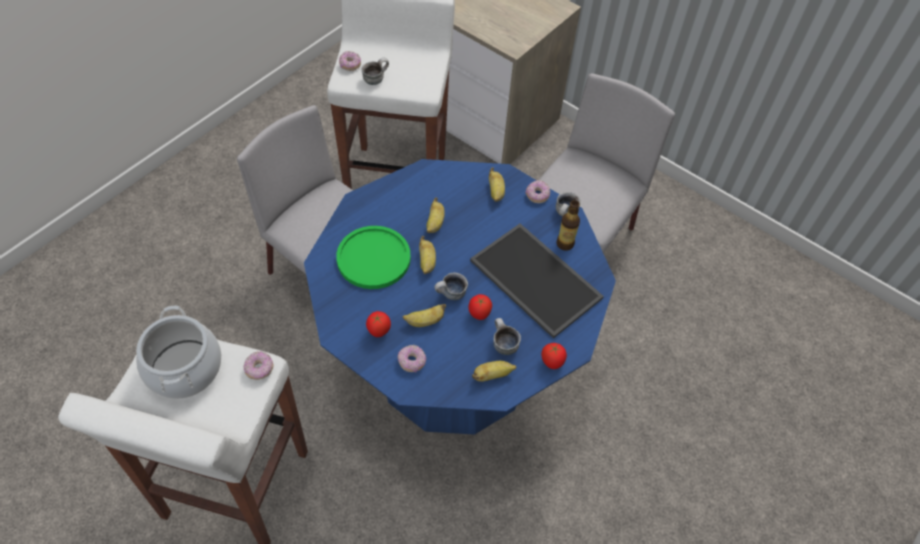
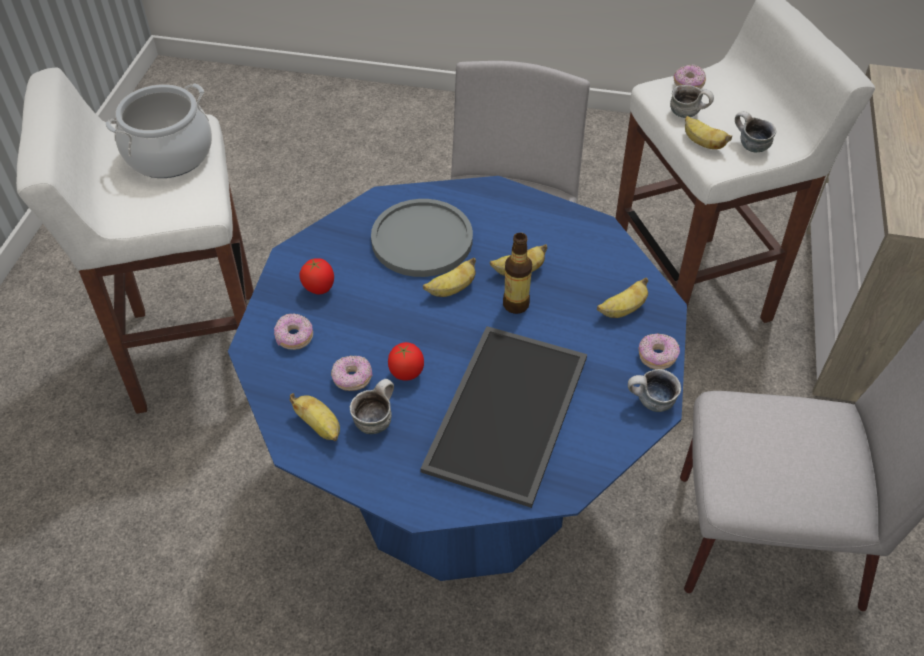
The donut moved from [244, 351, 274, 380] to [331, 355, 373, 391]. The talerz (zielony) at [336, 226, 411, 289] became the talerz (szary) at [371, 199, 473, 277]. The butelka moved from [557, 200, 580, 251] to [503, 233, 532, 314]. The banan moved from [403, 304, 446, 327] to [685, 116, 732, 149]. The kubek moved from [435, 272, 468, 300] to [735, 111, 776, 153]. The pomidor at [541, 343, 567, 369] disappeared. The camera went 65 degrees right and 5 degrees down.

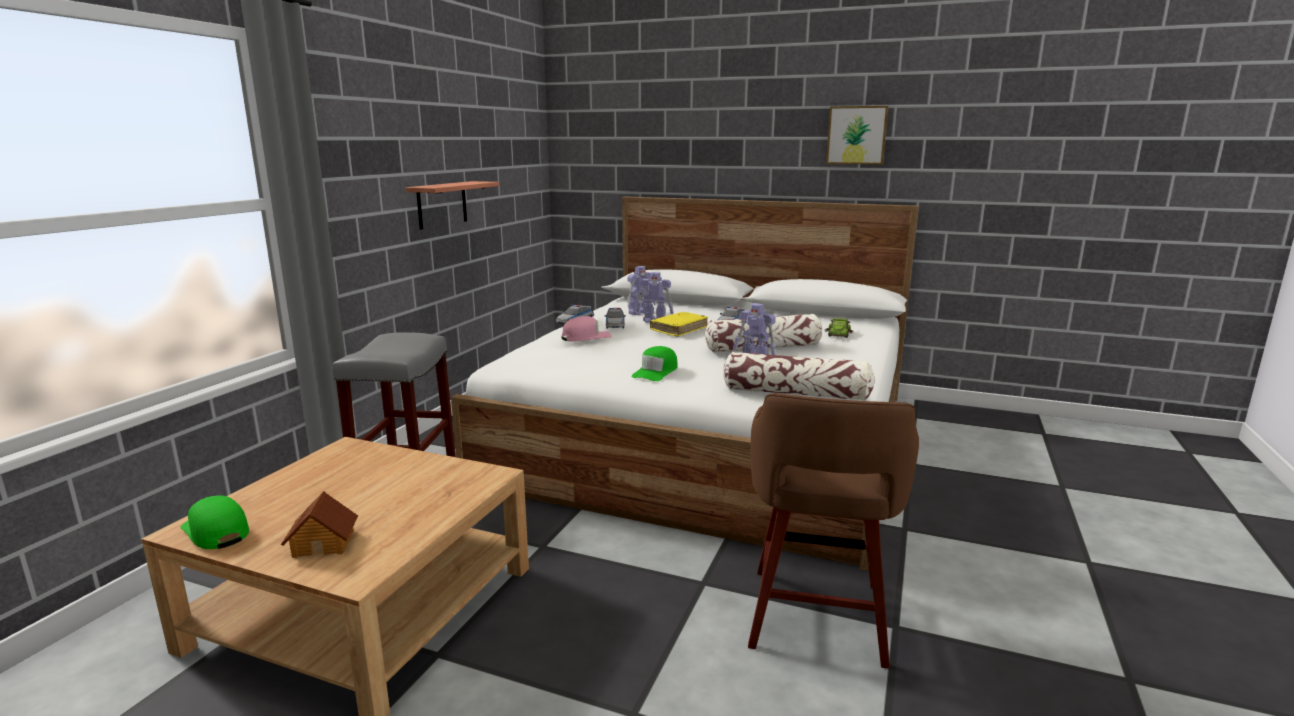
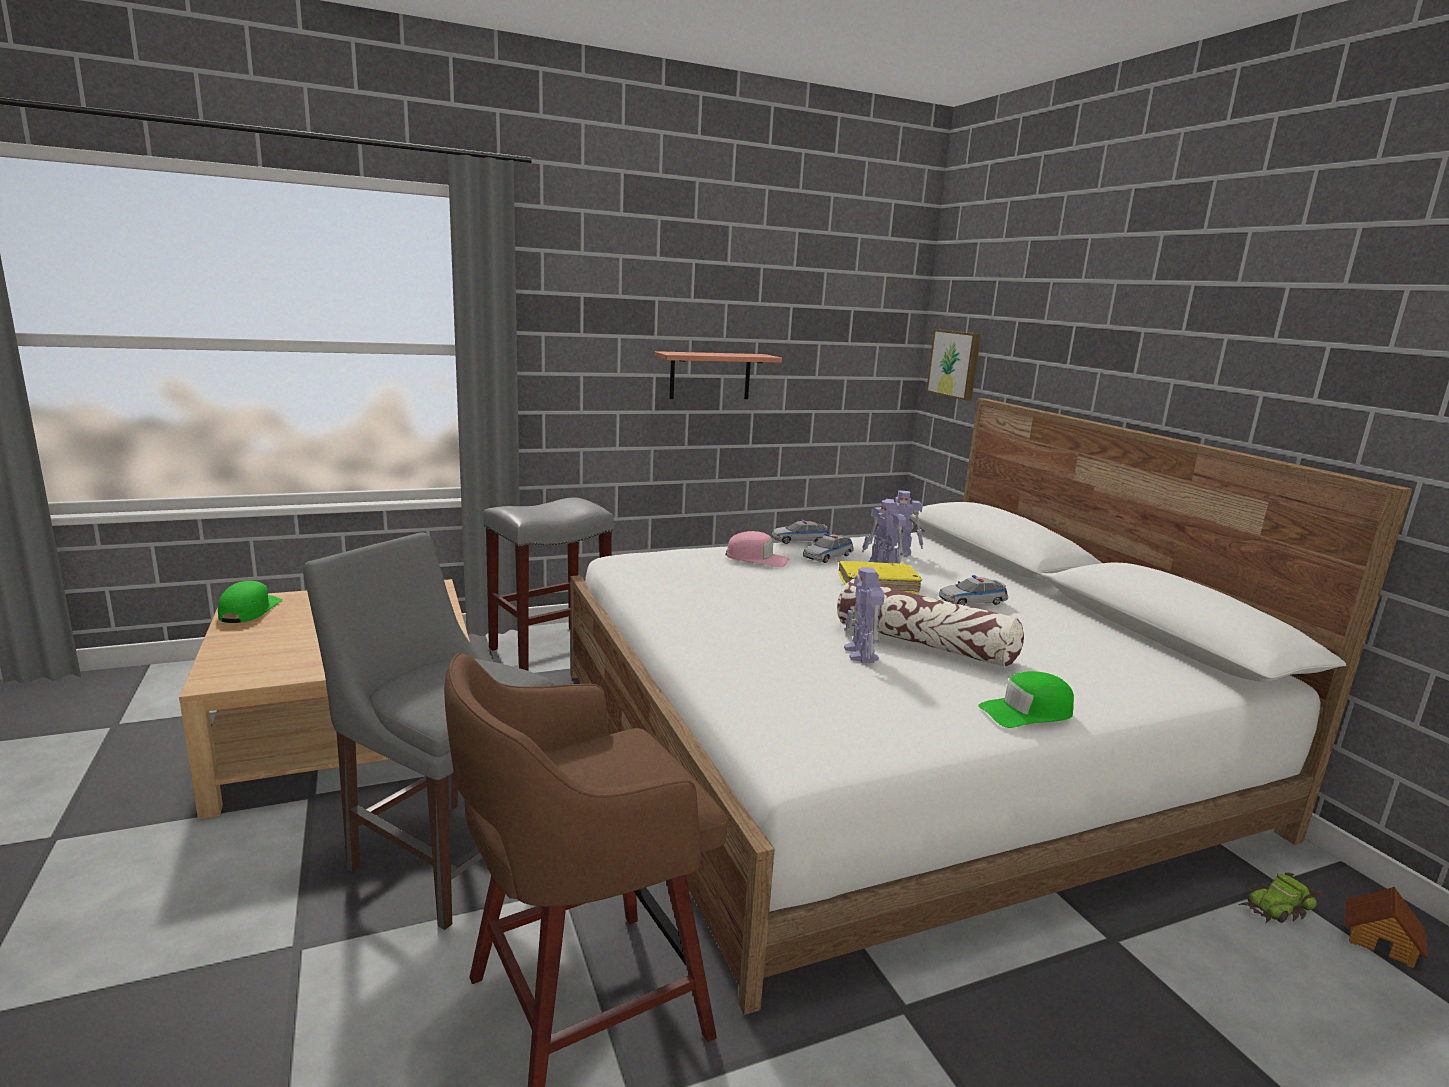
The krzesło (szary) at [303, 532, 554, 930] appeared. The obraz moved from [826, 106, 889, 164] to [926, 329, 981, 400]. The czapka z daszkiem (zielony) moved from [632, 346, 678, 381] to [978, 671, 1074, 728]. The samochodzik moved from [825, 318, 854, 338] to [1238, 872, 1323, 923]. The domek moved from [281, 491, 358, 558] to [1345, 887, 1428, 968]. The poduszka at [723, 352, 875, 401] disappeared. The camera went 45 degrees right and 0 degrees up.

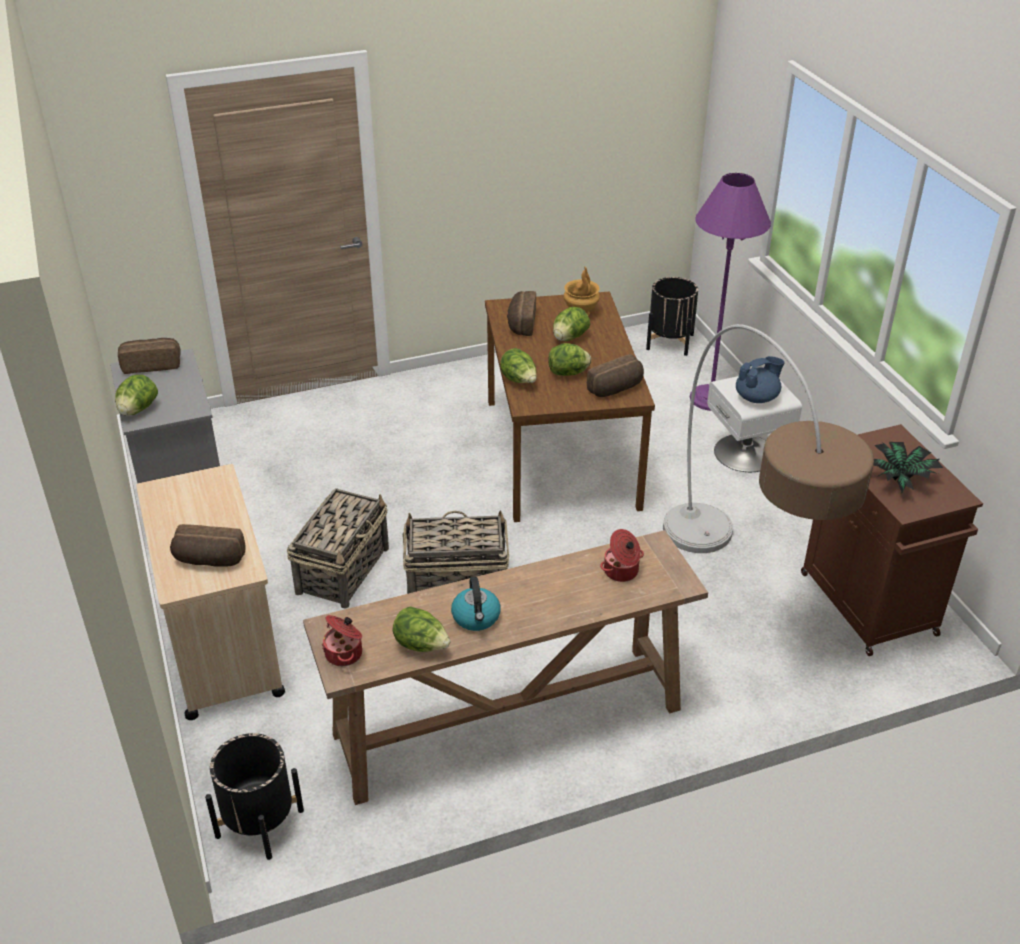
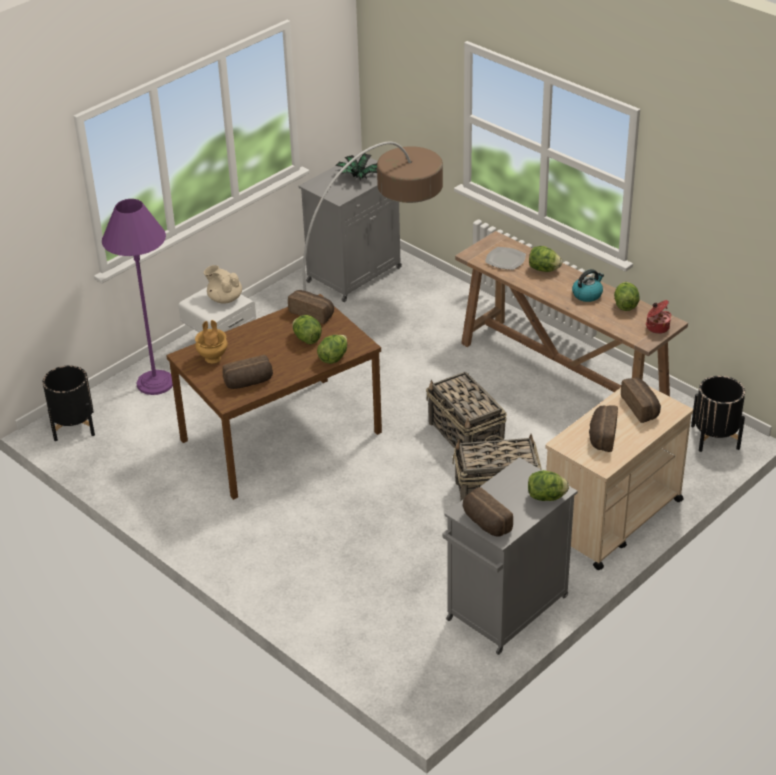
The imbryk (niebieski) at [736, 356, 785, 403] became the imbryk (beżowy) at [204, 265, 242, 304]. The szafka (brązowy) at [801, 424, 983, 656] became the szafka (szary) at [299, 154, 402, 302]. The garnek at [600, 529, 644, 582] was replaced by the talerz at [485, 247, 526, 270]. The sałata moved from [553, 307, 590, 341] to [529, 246, 562, 272]. The chleb at [589, 405, 618, 452] appeared. The camera went 115 degrees left and 0 degrees up.

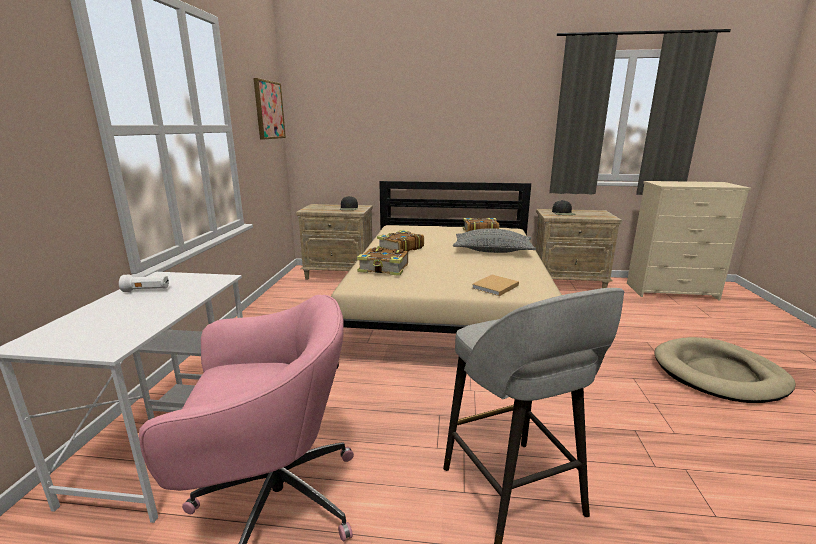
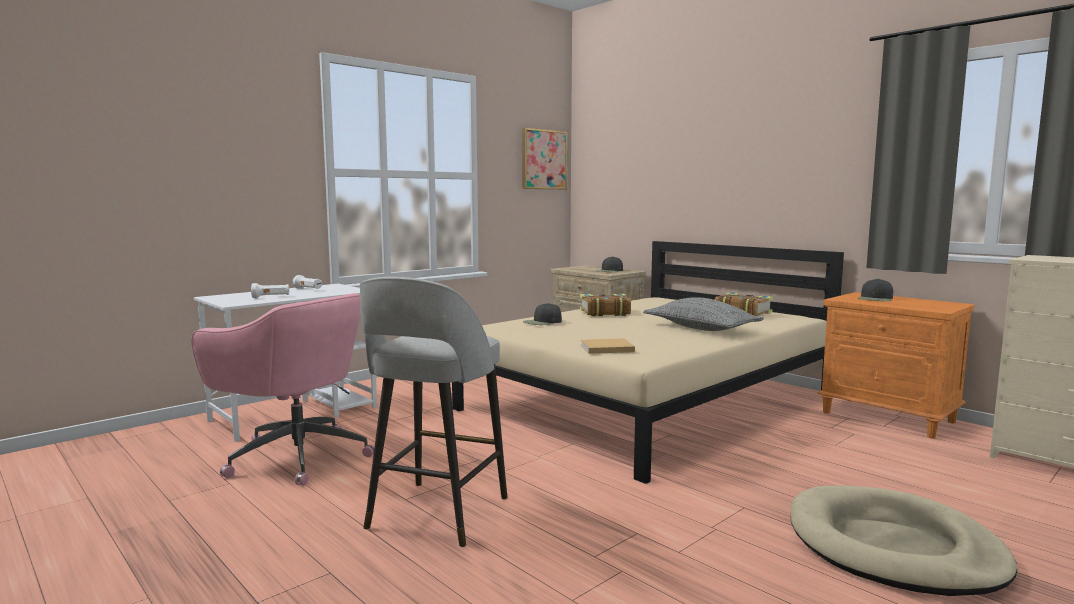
The latarka (biały) at [251, 283, 289, 298] appeared. The książka at [357, 248, 408, 276] was replaced by the czapka z daszkiem (czarny) at [523, 303, 562, 325]. The szafka nocna (beżowy) at [535, 209, 622, 288] became the szafka nocna (pomarańczowy) at [817, 292, 974, 439]. The camera went 40 degrees right and 10 degrees down.

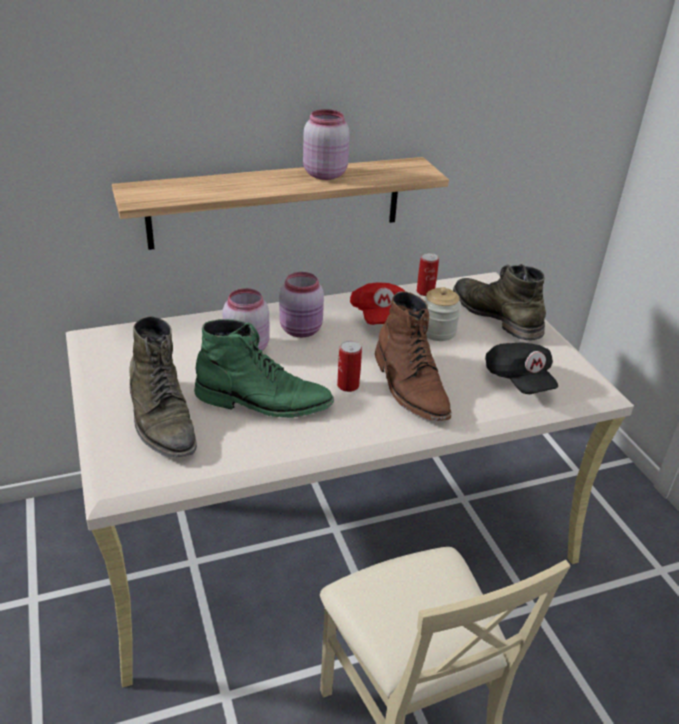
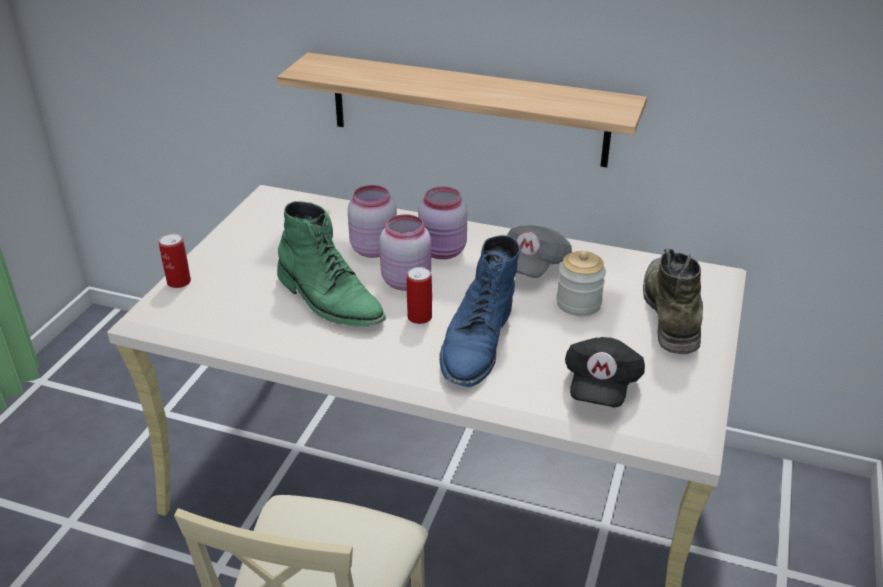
The puszka moved from [417, 253, 439, 296] to [159, 234, 191, 288]. The słoik (różowy) moved from [303, 109, 350, 180] to [379, 214, 431, 291]. The but z cholewką (brązowy) at [375, 291, 451, 421] became the but z cholewką (niebieski) at [439, 235, 520, 387]. The czapka z daszkiem (czerwony) at [350, 282, 405, 325] became the czapka z daszkiem (szary) at [507, 225, 572, 278]. The but z cholewką (zielony) at [129, 316, 197, 457] disappeared. The camera went 40 degrees right and 0 degrees up.

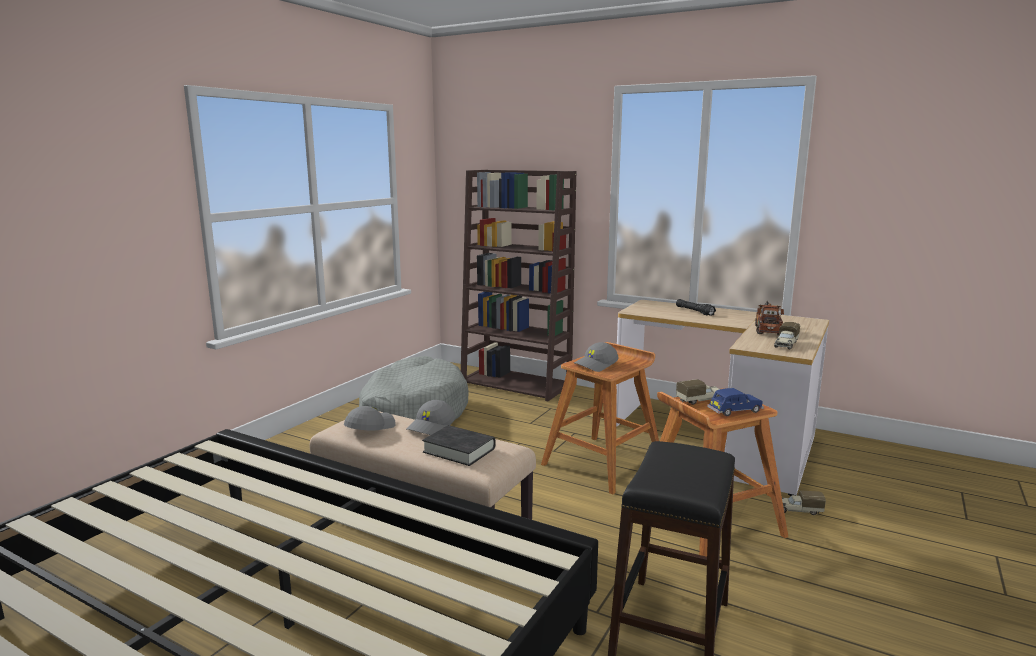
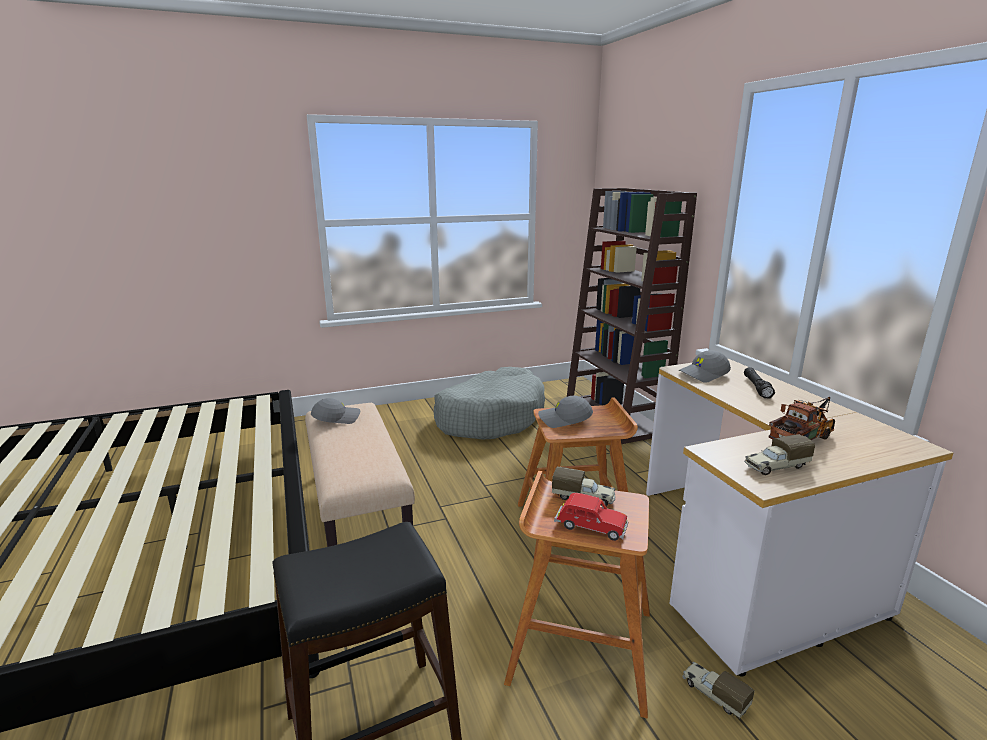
The samochodzik (niebieski) at [707, 388, 764, 416] became the samochodzik (czerwony) at [554, 493, 628, 541]. The czapka z daszkiem (szary) moved from [407, 400, 455, 435] to [679, 350, 731, 383]. The książka (czarny) at [422, 425, 495, 466] disappeared. The camera went 40 degrees right and 5 degrees up.

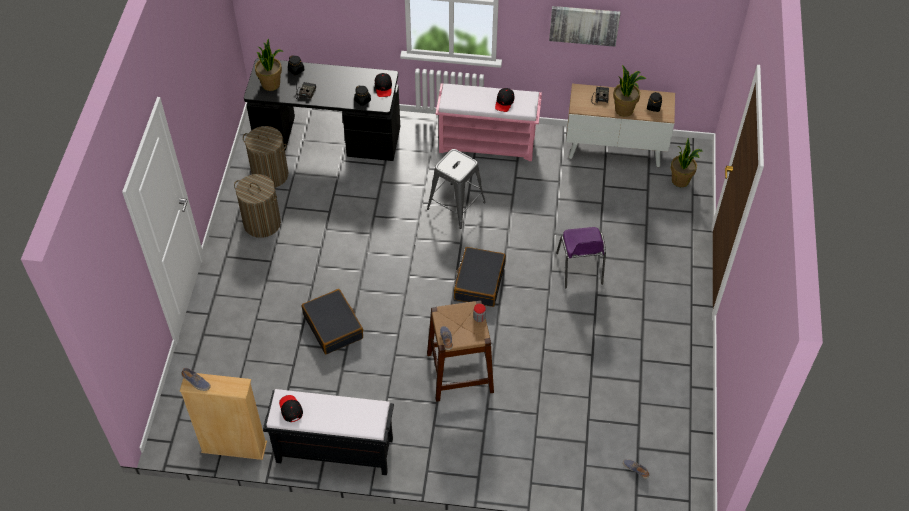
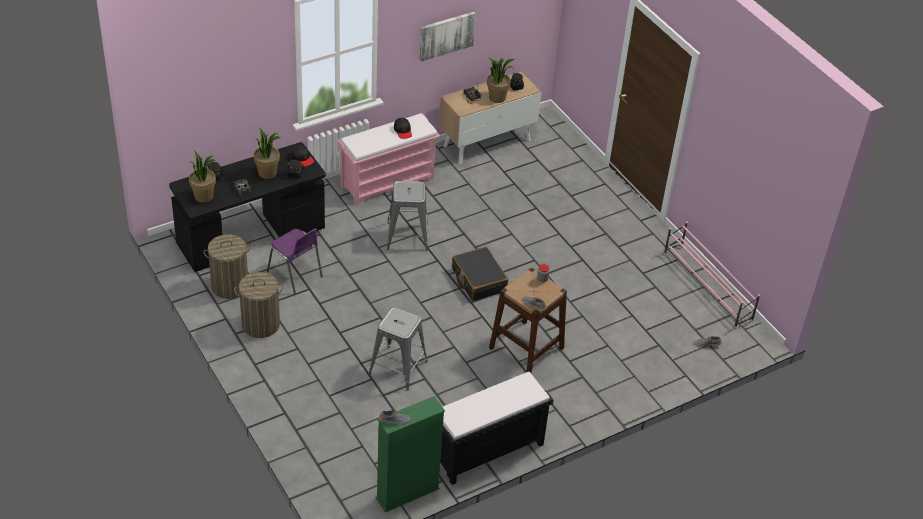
The roślina doniczkowa moved from [671, 138, 702, 187] to [254, 127, 281, 179]. The krzesło (fioletowy) moved from [556, 227, 606, 288] to [267, 228, 323, 294]. The walizka (czarny) at [302, 289, 363, 354] was replaced by the stołek (szary) at [368, 307, 428, 391]. The regał (beżowy) at [180, 373, 267, 460] became the regał (zielony) at [375, 396, 445, 512]. The regał na buty (różowy) at [664, 221, 760, 328] appeared. The czapka z daszkiem (czarny) at [279, 395, 303, 422] disappeared. The camera went 40 degrees left and 10 degrees down.

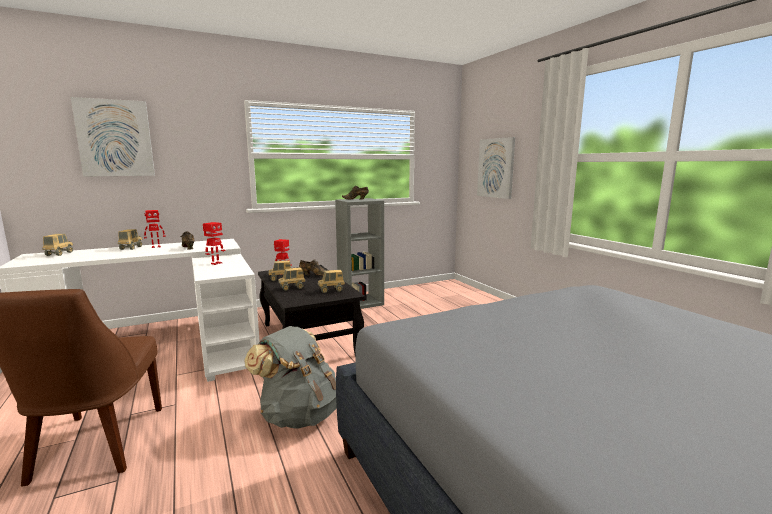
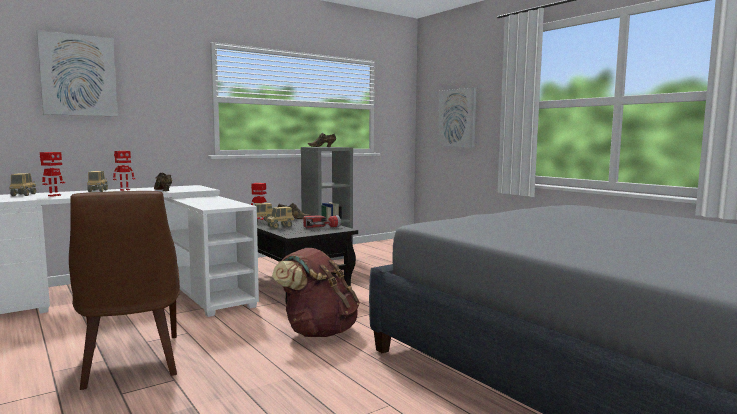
The robot zabawkowy moved from [203, 222, 226, 265] to [40, 152, 65, 197]. The plecak (szary) at [244, 326, 337, 429] became the plecak (brązowy) at [272, 248, 360, 337]. The ciężarówka zabawkowa at [318, 270, 345, 293] was replaced by the latarka at [303, 215, 341, 228]. The camera went 10 degrees left and 5 degrees down.

